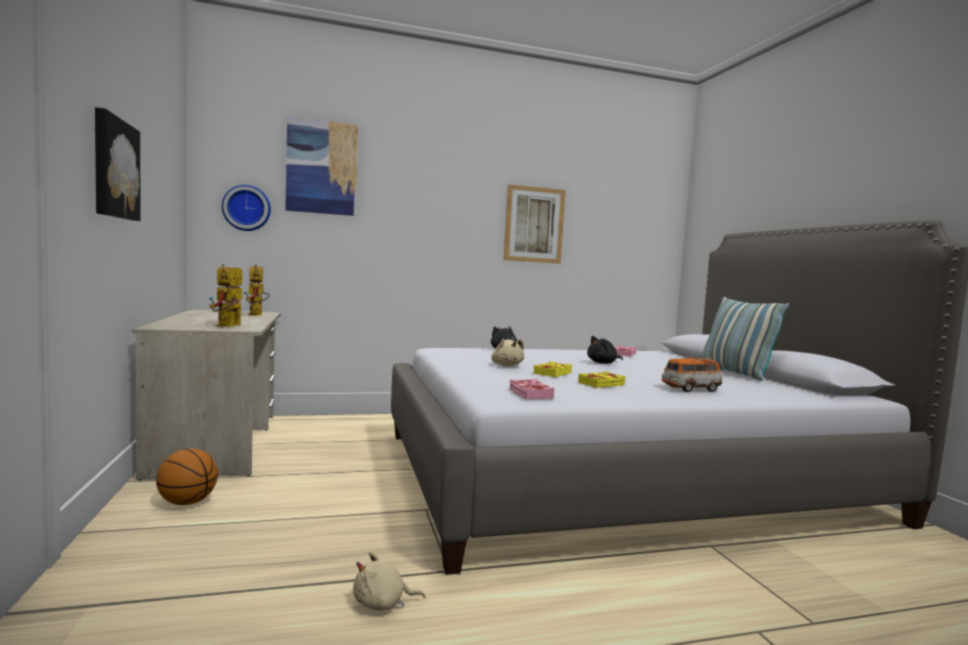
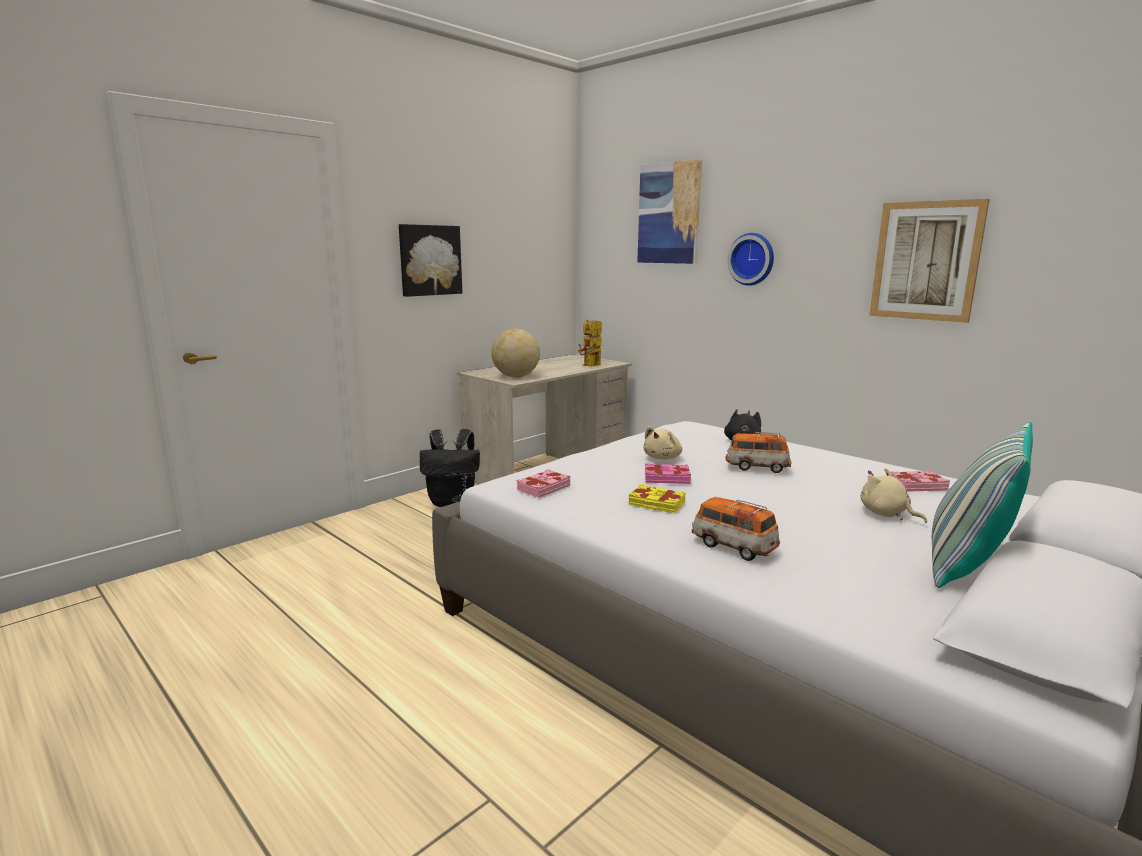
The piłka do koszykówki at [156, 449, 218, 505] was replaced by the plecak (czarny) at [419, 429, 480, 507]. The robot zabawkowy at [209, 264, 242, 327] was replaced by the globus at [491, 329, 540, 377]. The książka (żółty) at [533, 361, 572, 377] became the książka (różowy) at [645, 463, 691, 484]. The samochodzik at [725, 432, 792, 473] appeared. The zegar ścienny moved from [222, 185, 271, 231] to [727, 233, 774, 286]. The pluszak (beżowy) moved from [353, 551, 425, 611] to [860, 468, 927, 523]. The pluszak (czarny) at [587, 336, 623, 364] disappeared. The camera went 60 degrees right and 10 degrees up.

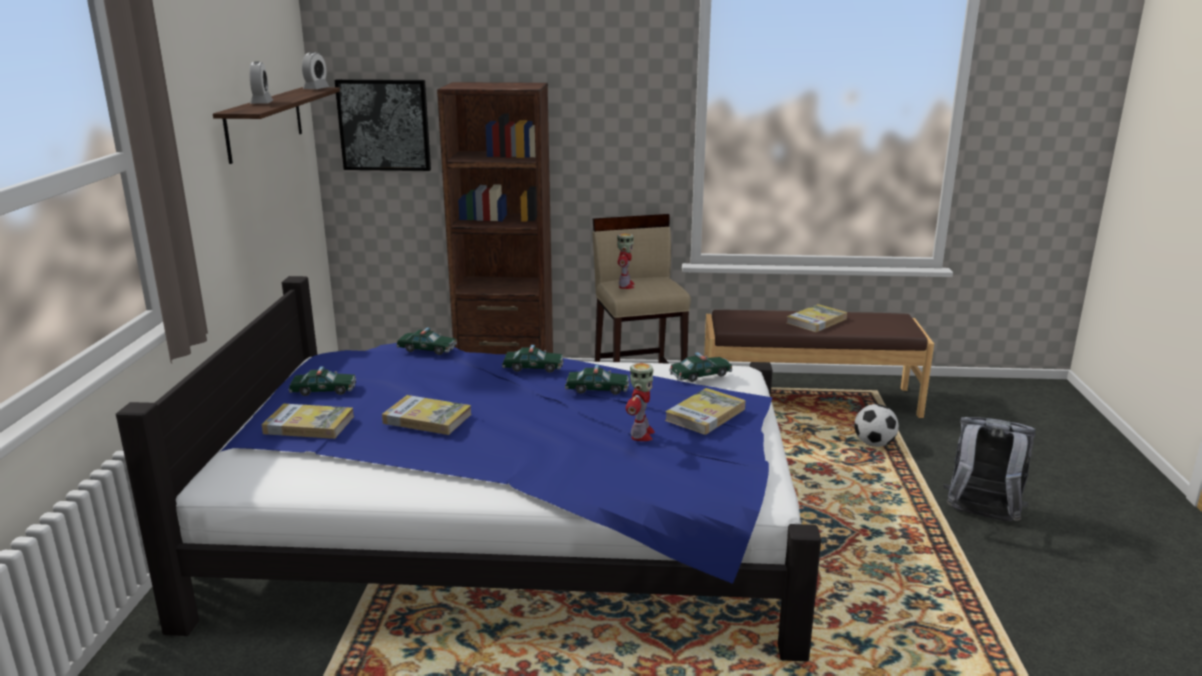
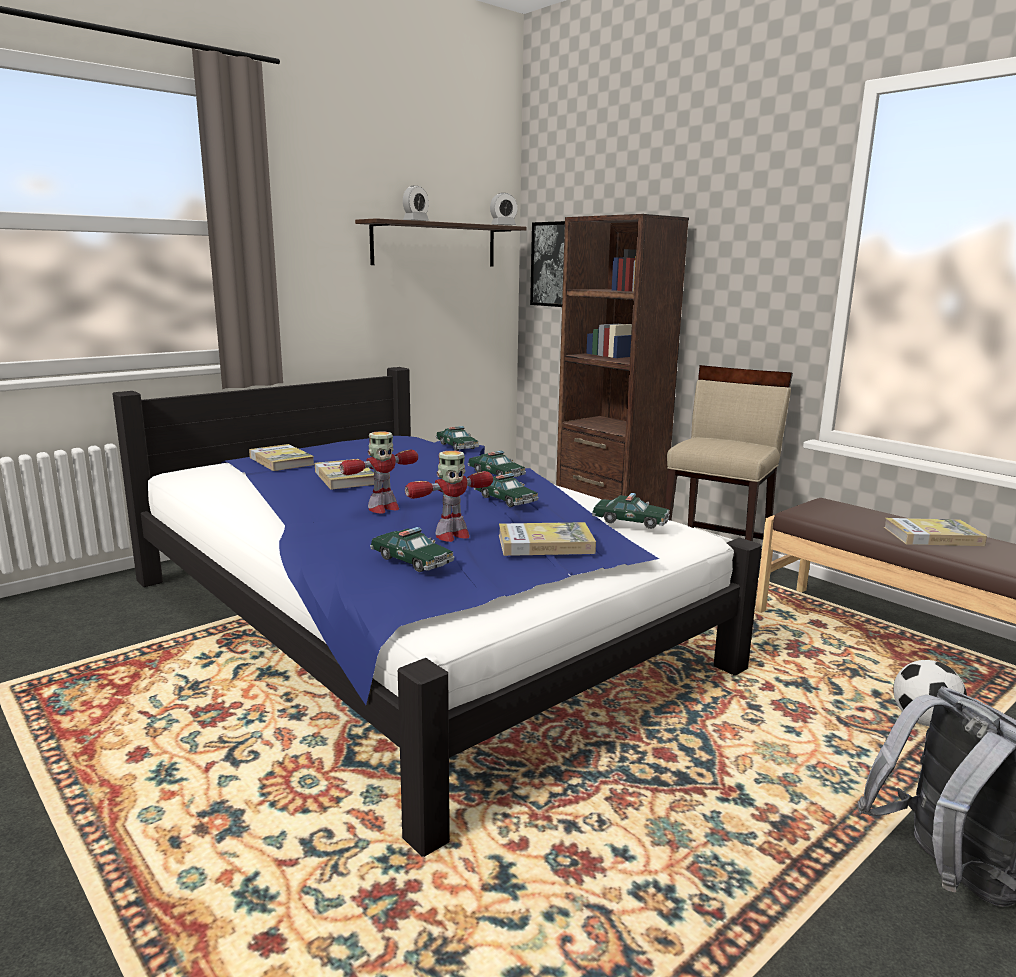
The robot zabawkowy moved from [617, 233, 635, 289] to [340, 431, 418, 513]. The samochodzik moved from [289, 366, 356, 396] to [370, 527, 454, 572]. The camera went 45 degrees right and 5 degrees down.

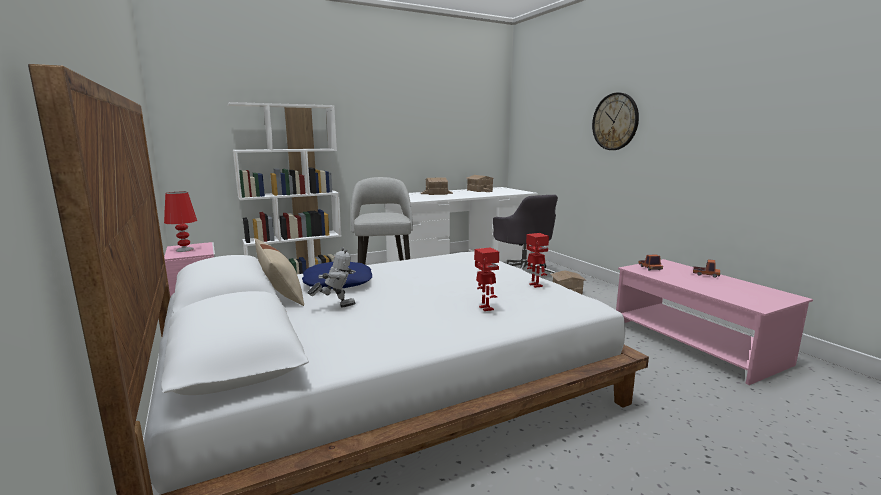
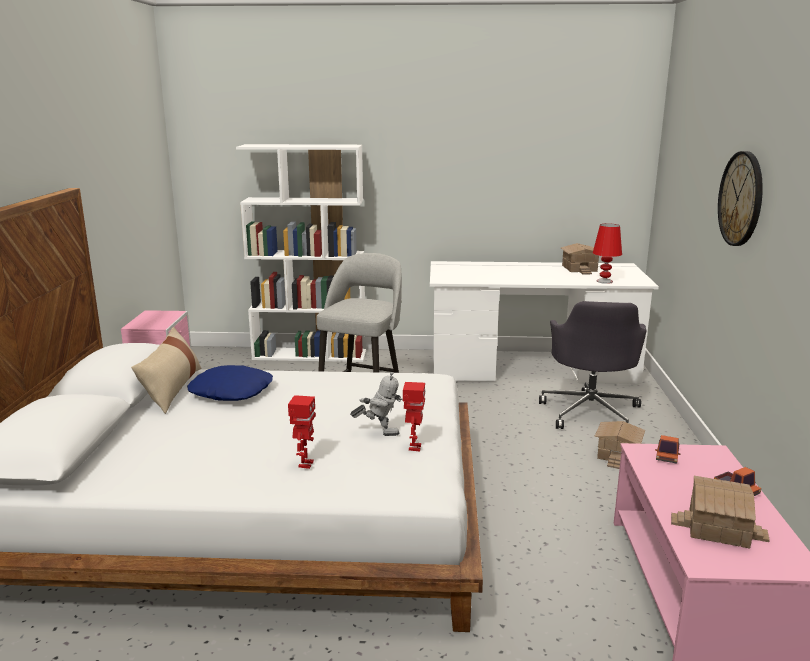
The robot zabawkowy moved from [308, 247, 356, 307] to [350, 372, 403, 436]. The lampa stołowa (czerwony) moved from [164, 192, 197, 252] to [593, 223, 622, 284]. The domek moved from [420, 177, 453, 195] to [671, 476, 770, 548]. The camera went 30 degrees right and 5 degrees up.

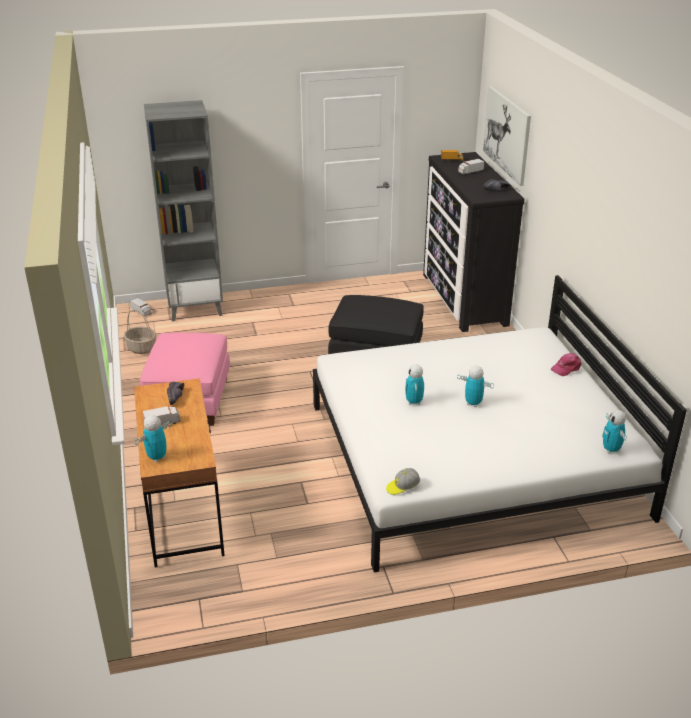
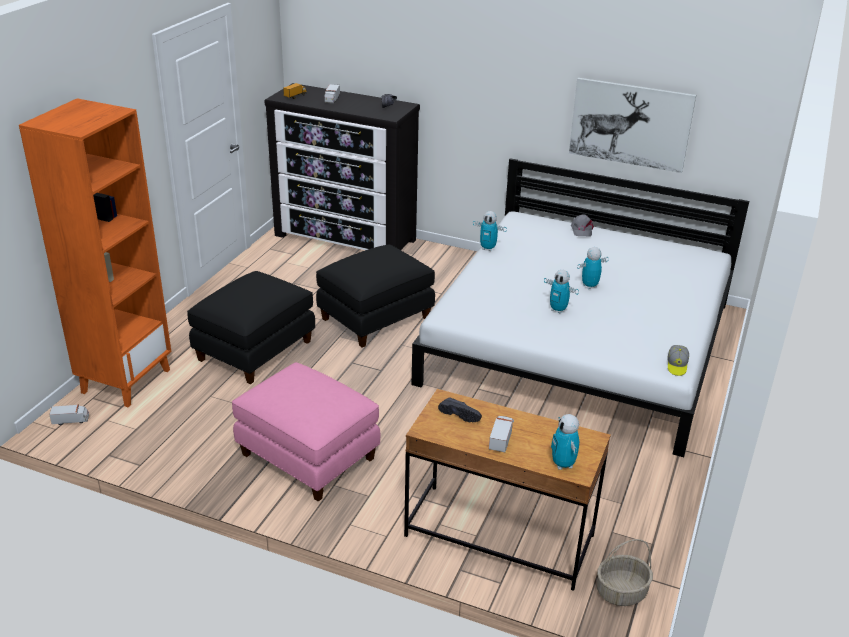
The regał (szary) at [144, 100, 223, 321] became the regał (pomarańczowy) at [19, 98, 171, 407]. The pufa (czarny) at [187, 271, 315, 384] appeared. The robot zabawkowy moved from [602, 410, 627, 454] to [473, 211, 507, 251]. The obraz moved from [483, 86, 531, 186] to [569, 78, 696, 173]. The czapka z daszkiem (różowy) at [551, 353, 581, 376] became the czapka z daszkiem (szary) at [571, 214, 594, 237]. The koszyk moved from [124, 310, 156, 354] to [597, 539, 653, 606]. The camera went 55 degrees left and 0 degrees up.

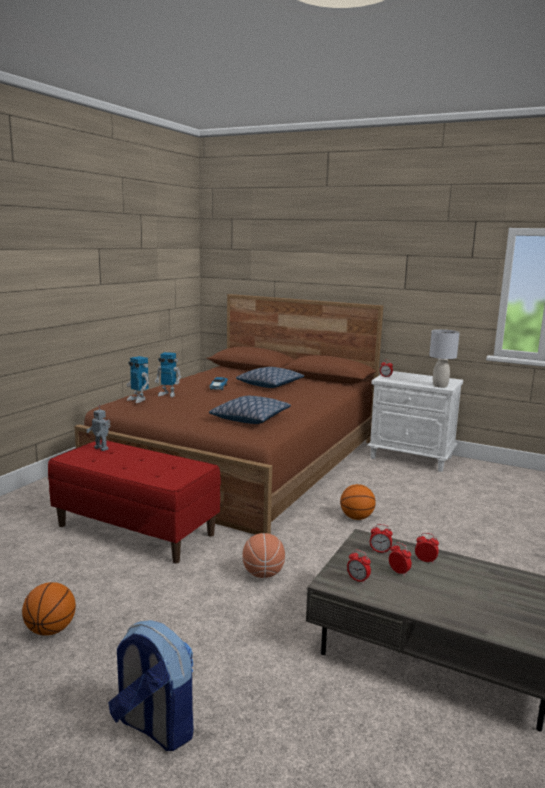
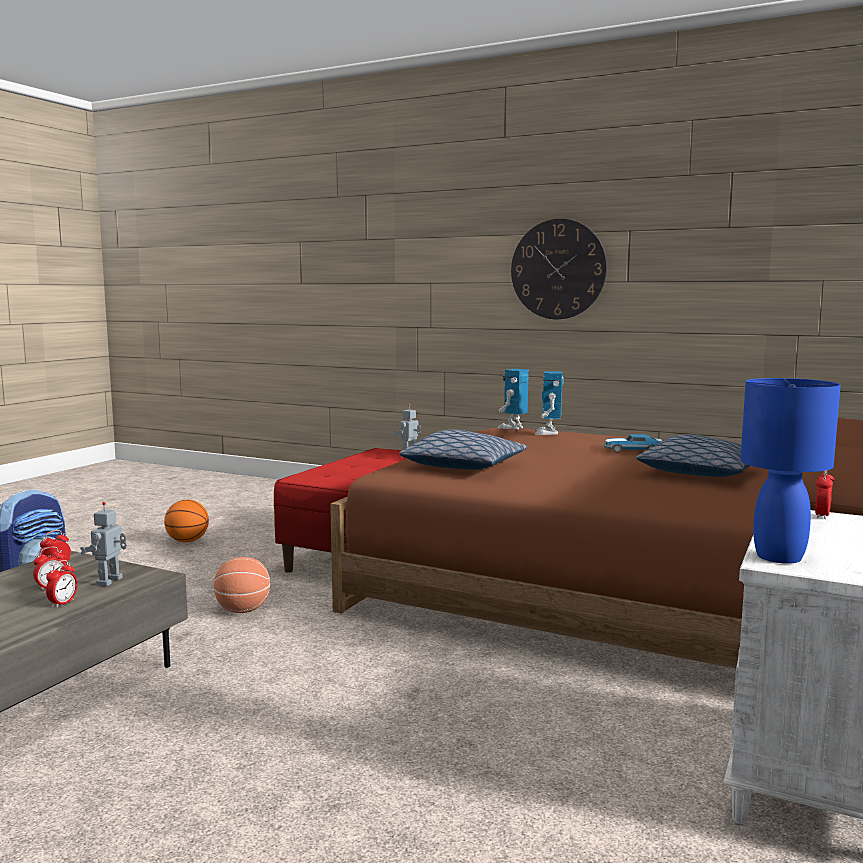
The budzik at [370, 524, 392, 553] was replaced by the robot zabawkowy at [80, 502, 127, 586]. The zegar ścienny at [511, 219, 607, 319] appeared. The lampa stołowa (szary) at [429, 329, 460, 388] became the lampa stołowa (niebieski) at [741, 378, 841, 564]. The piłka do koszykówki at [340, 484, 376, 520] disappeared. The camera went 90 degrees right and 5 degrees down.

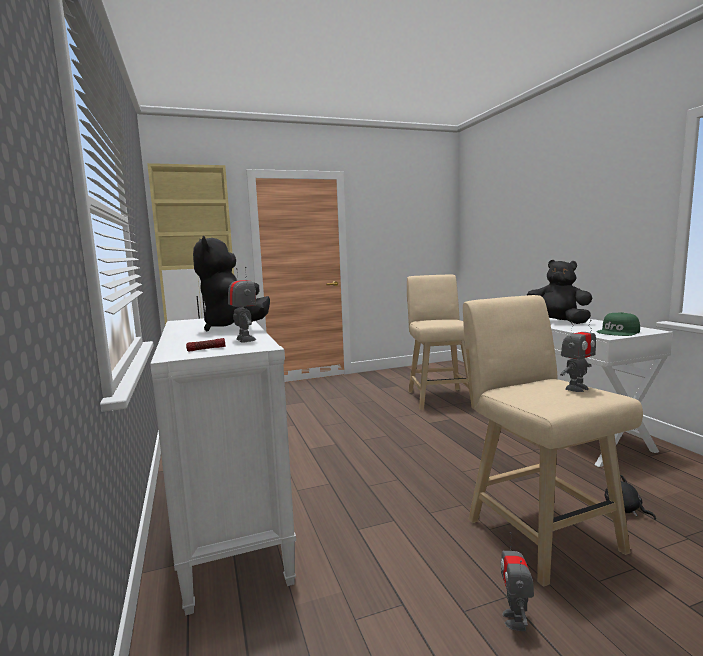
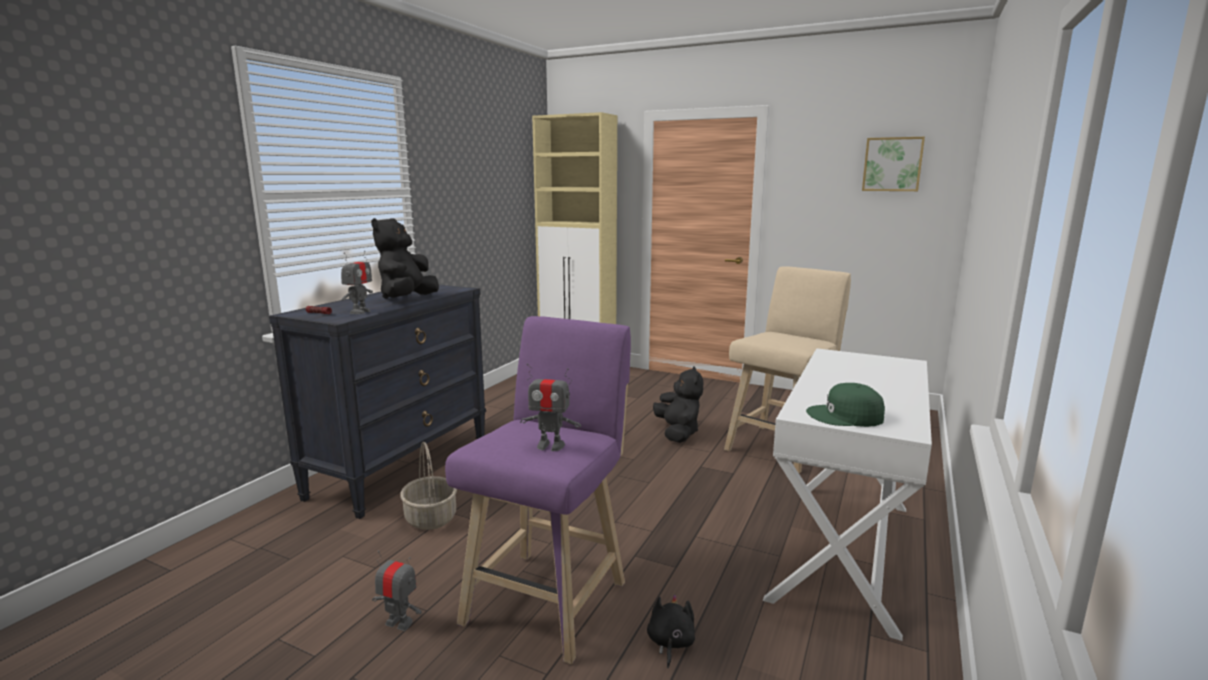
The komoda (biały) at [150, 318, 296, 616] became the komoda (czarny) at [269, 285, 486, 519]. The robot zabawkowy at [501, 532, 534, 631] turned 60 degrees clockwise. The koszyk at [400, 442, 457, 530] appeared. The stołek (beżowy) at [463, 295, 643, 587] became the stołek (fioletowy) at [445, 316, 631, 664]. The pluszak (czarny) moved from [527, 260, 593, 324] to [653, 366, 703, 443]. The obraz at [862, 137, 925, 191] appeared. The camera went 45 degrees right and 5 degrees up.

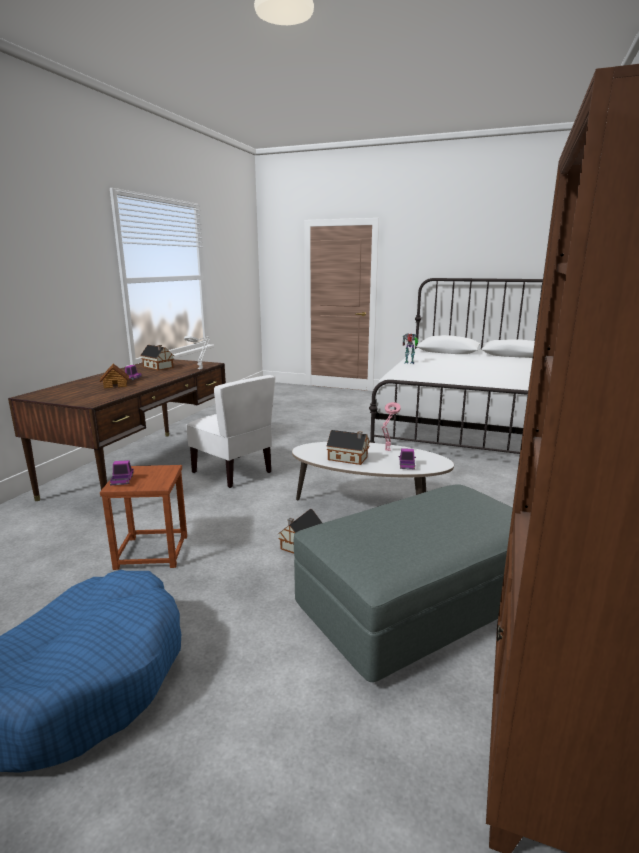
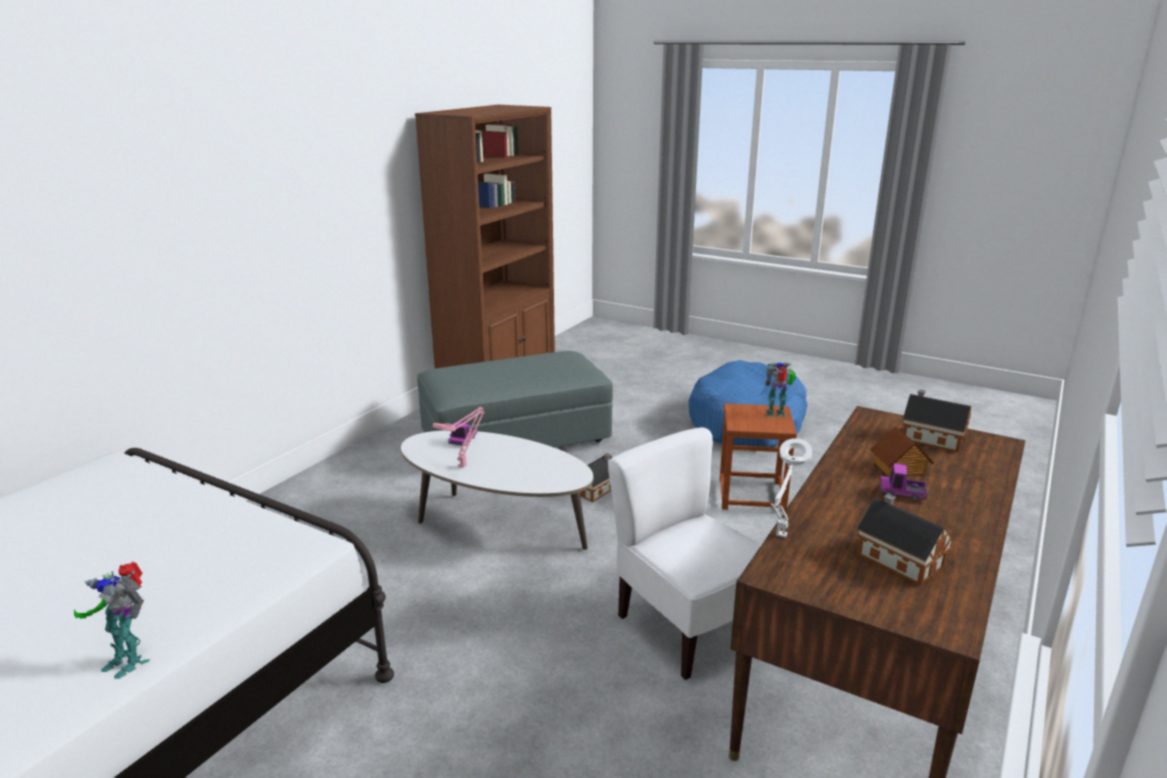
The ciężarówka zabawkowa at [110, 460, 134, 485] was replaced by the robot zabawkowy at [765, 362, 796, 417]. The domek moved from [327, 430, 370, 465] to [902, 389, 971, 452]. The camera went 170 degrees left and 5 degrees up.

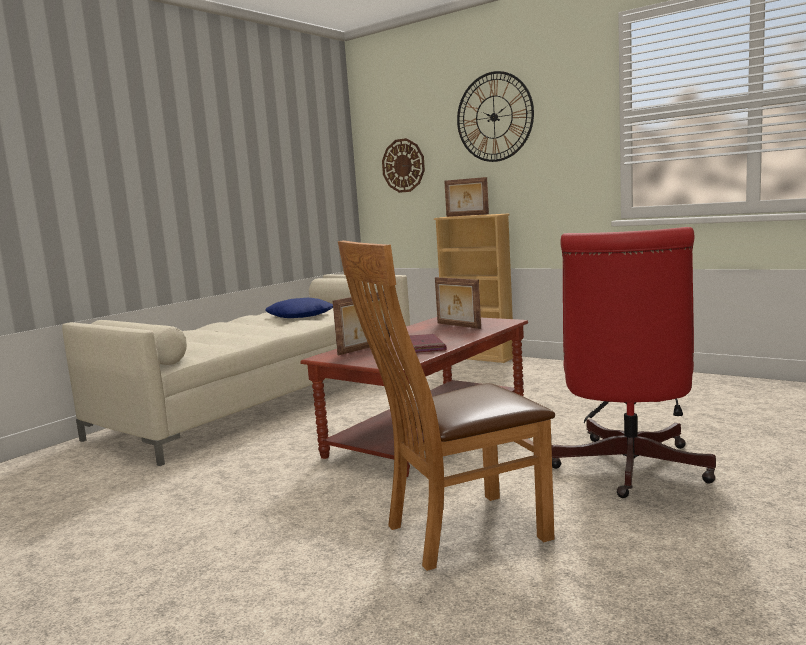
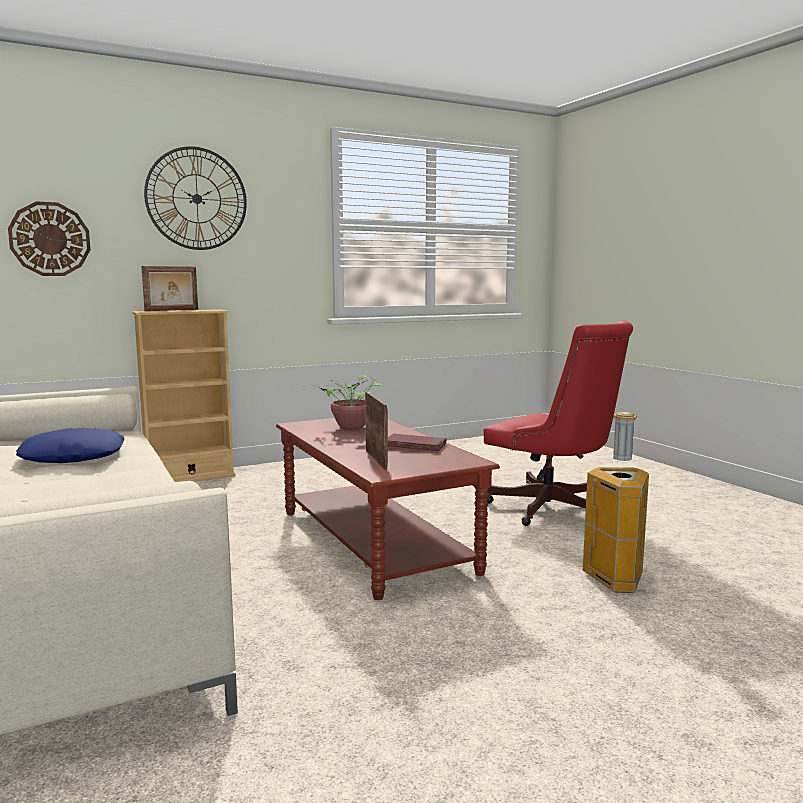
The ramka na zdjęcie at [435, 277, 481, 329] was replaced by the roślina doniczkowa at [284, 375, 386, 430]. The krzesło (brązowy) at [338, 240, 555, 571] was replaced by the kosz na śmieci at [583, 412, 649, 593]. The camera went 65 degrees left and 0 degrees up.

